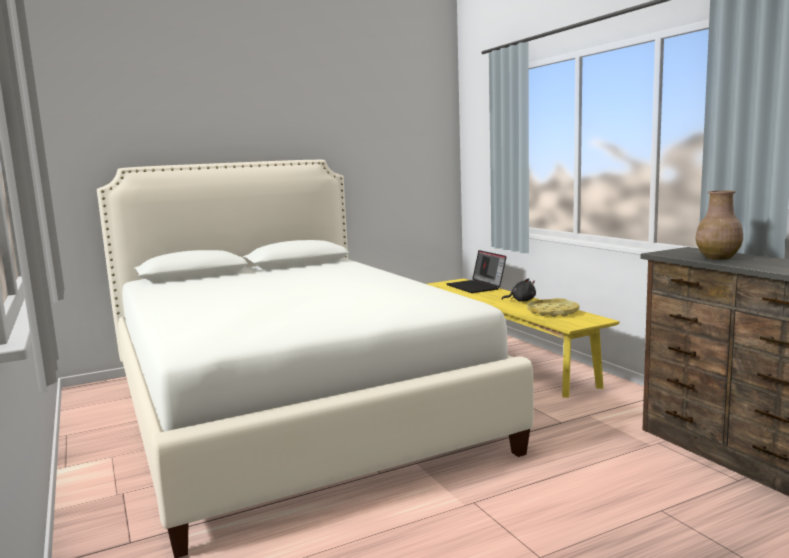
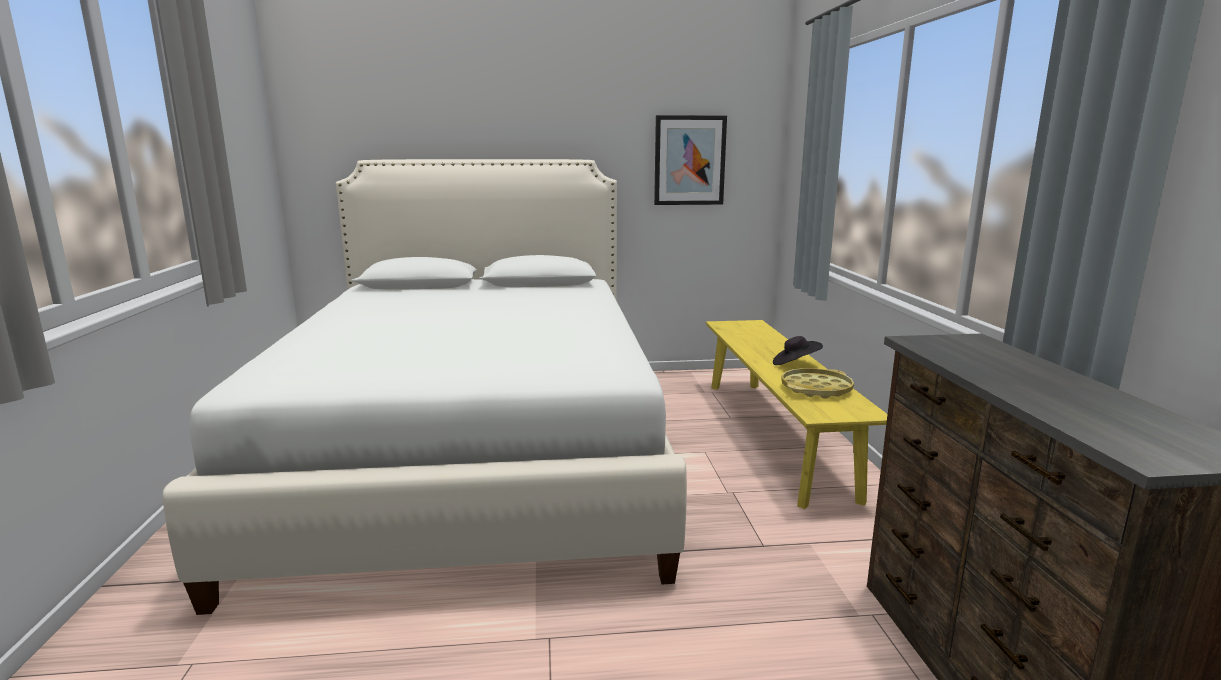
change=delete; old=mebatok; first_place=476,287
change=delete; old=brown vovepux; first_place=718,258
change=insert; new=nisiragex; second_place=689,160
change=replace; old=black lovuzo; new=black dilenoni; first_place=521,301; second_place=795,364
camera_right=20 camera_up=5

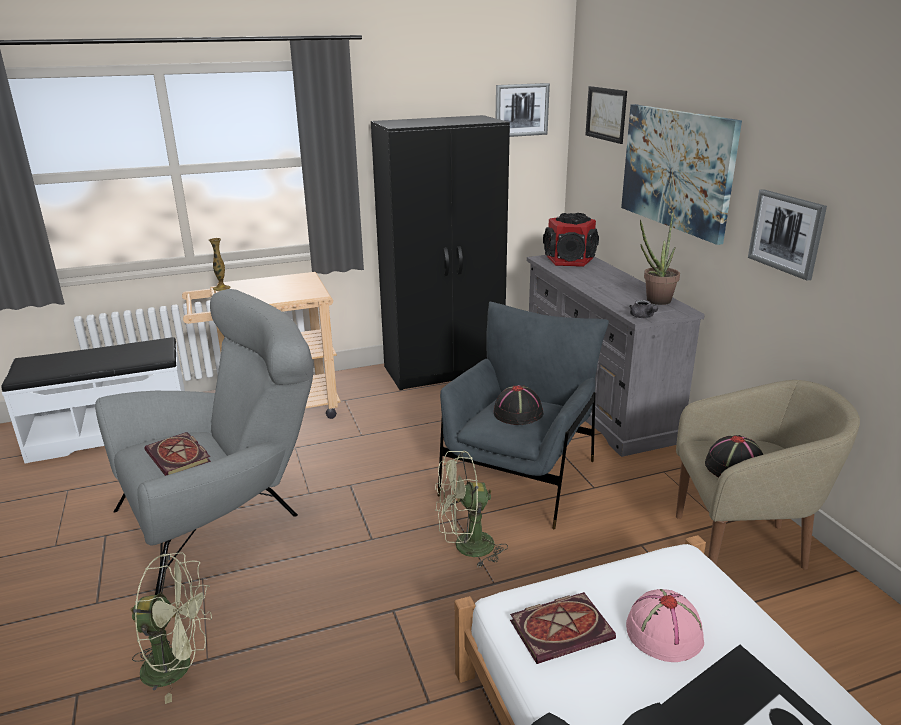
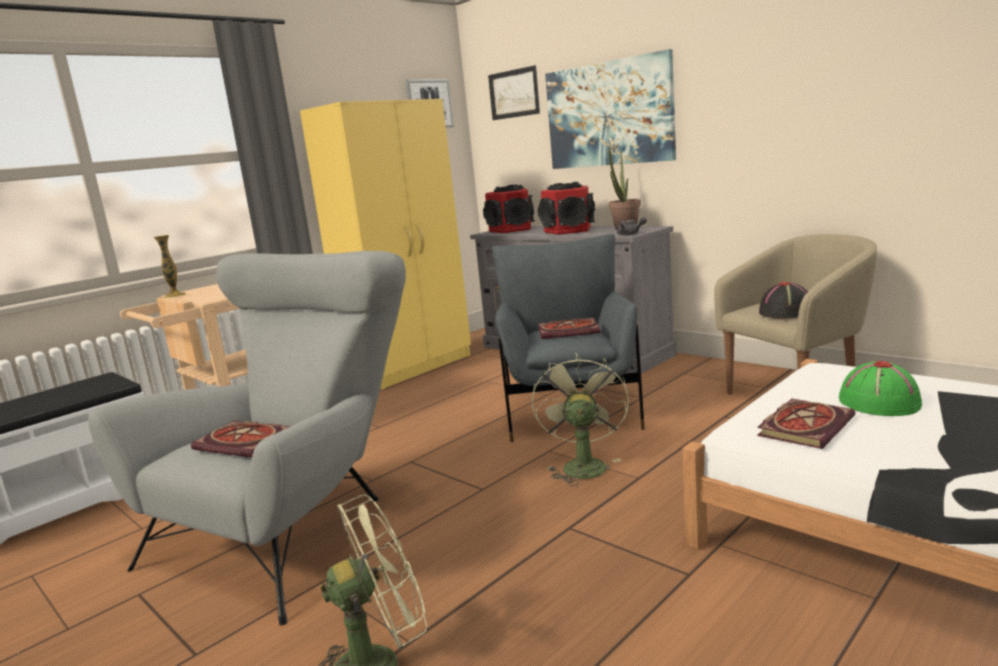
change=delete; old=nisiragex; first_place=786,233
change=insert; new=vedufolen; second_place=569,231
change=replace; old=black dilenoni; new=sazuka; first_place=518,413; second_place=570,331
change=recolor; old=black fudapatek; new=yellow fudapatek; first_place=444,370; second_place=411,367
change=recolor; old=pink dilenoni; new=green dilenoni; first_place=663,631; second_place=878,402
change=rotate; old=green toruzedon; first_place=466,547; second_place=582,465; degrees=135
camera_right=-25 camera_up=-10

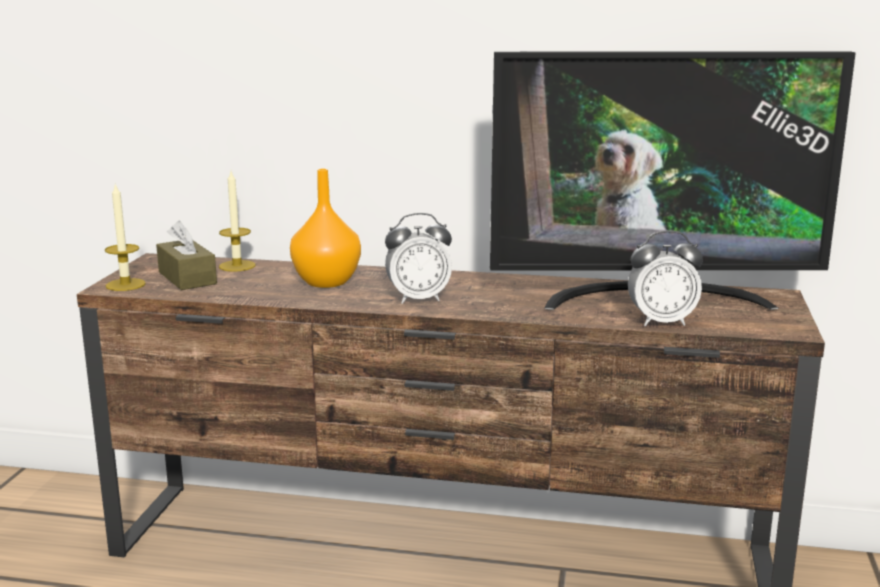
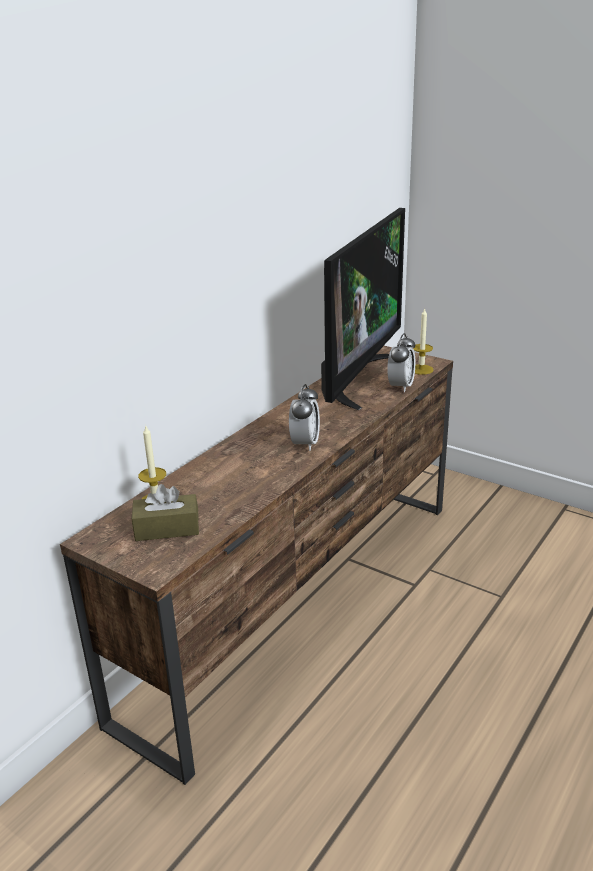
change=delete; old=orange vovepux; first_place=325,282
change=move; old=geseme; first_place=125,285; second_place=421,369
camera_right=-65 camera_up=10

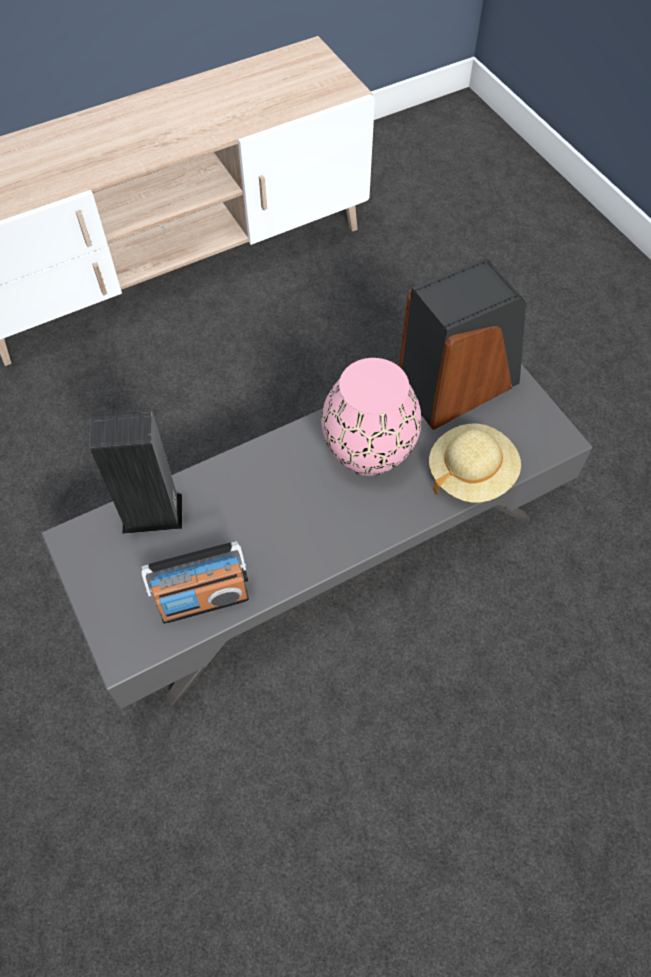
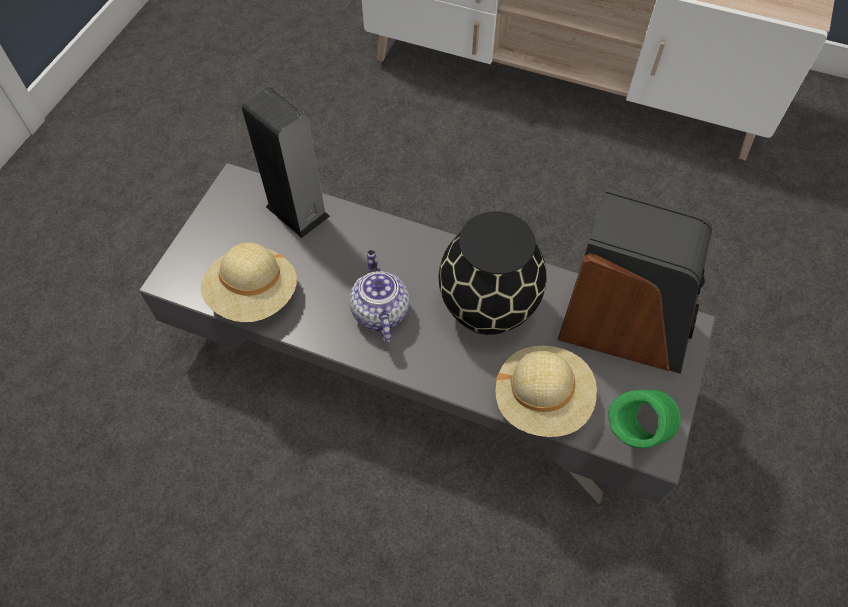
change=insert; new=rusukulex; second_place=379,311
change=insert; new=green vovepux; second_place=633,438
change=replace; old=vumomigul; new=beige dilenoni; first_place=203,600; second_place=254,295
change=recolor; old=pink vovepux; new=black vovepux; first_place=368,452; second_place=486,308
camera_right=50 camera_up=0

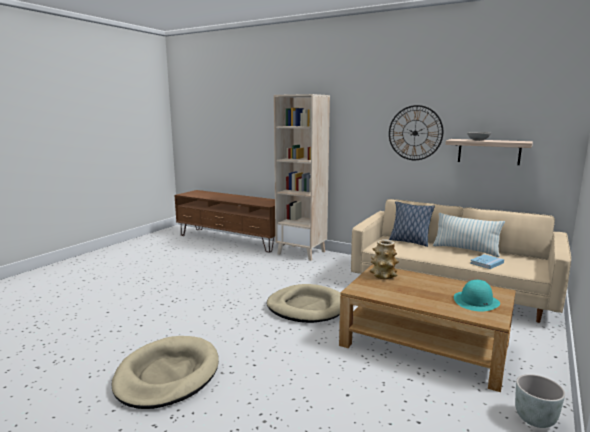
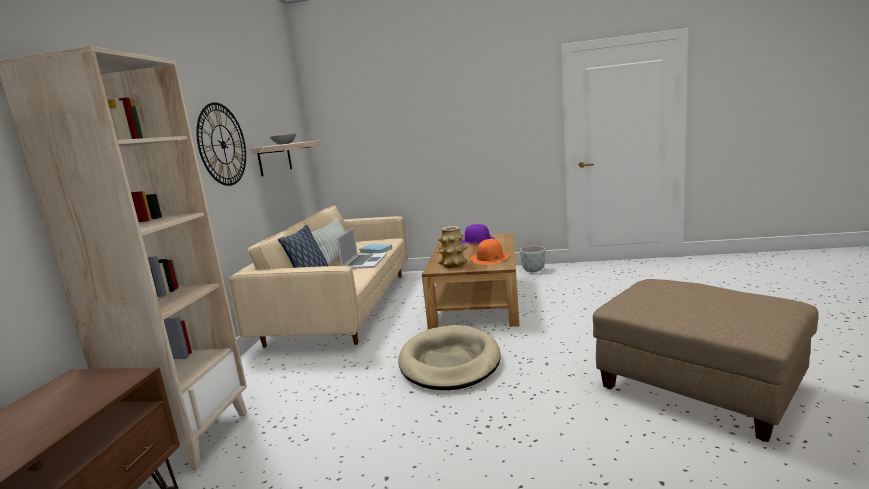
change=insert; new=mebatok; second_place=364,261
change=insert; new=orange dilenoni; second_place=490,258
change=replace; old=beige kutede; new=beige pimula; first_place=167,375; second_place=699,387
change=recolor; old=turquoise dilenoni; new=purple dilenoni; first_place=476,301; second_place=477,240
camera_right=-110 camera_up=0

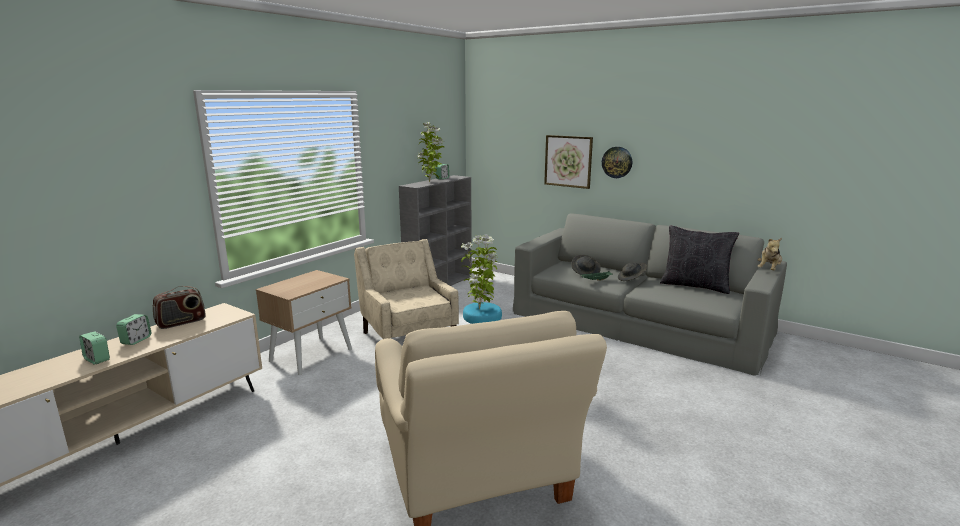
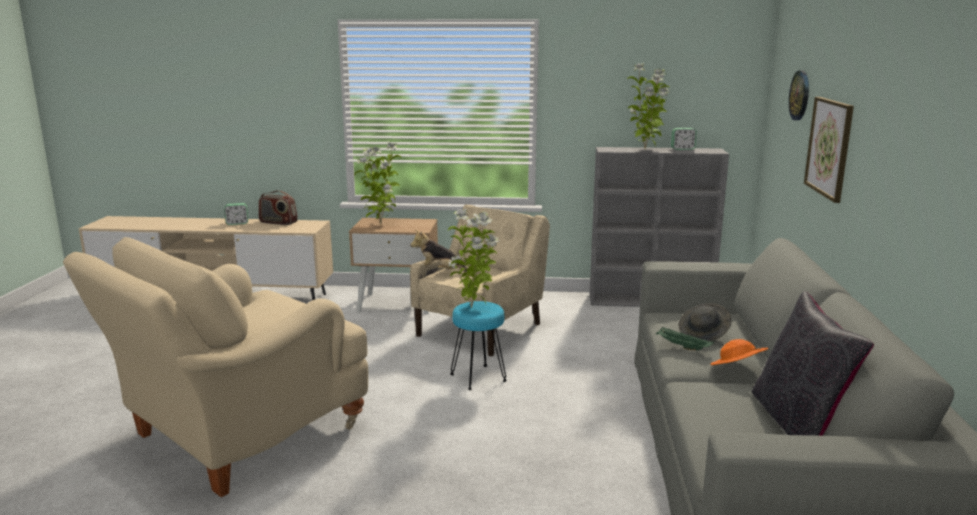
change=delete; old=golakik; first_place=97,359
change=insert; new=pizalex; second_place=380,224
change=move; old=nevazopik; first_place=617,162; second_place=800,95
change=move; old=lovuzo; first_place=769,270; second_place=439,273
change=recolor; old=grey dilenoni; new=orange dilenoni; first_place=631,279; second_place=737,369
camera_right=60 camera_up=0

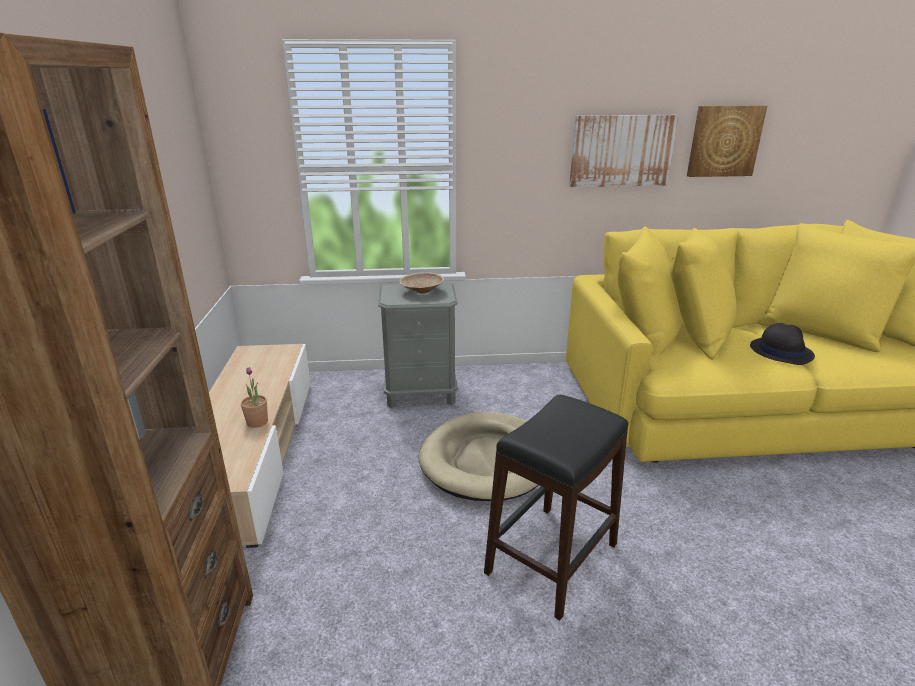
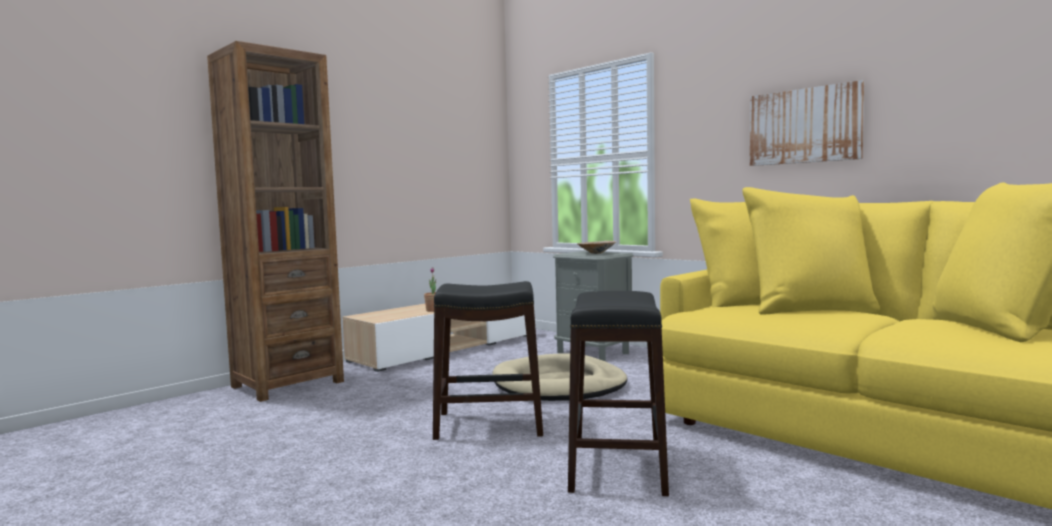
change=delete; old=nisiragex; first_place=724,141
change=delete; old=black dilenoni; first_place=780,351
change=insert; new=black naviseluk; second_place=616,466
camera_right=50 camera_up=-20

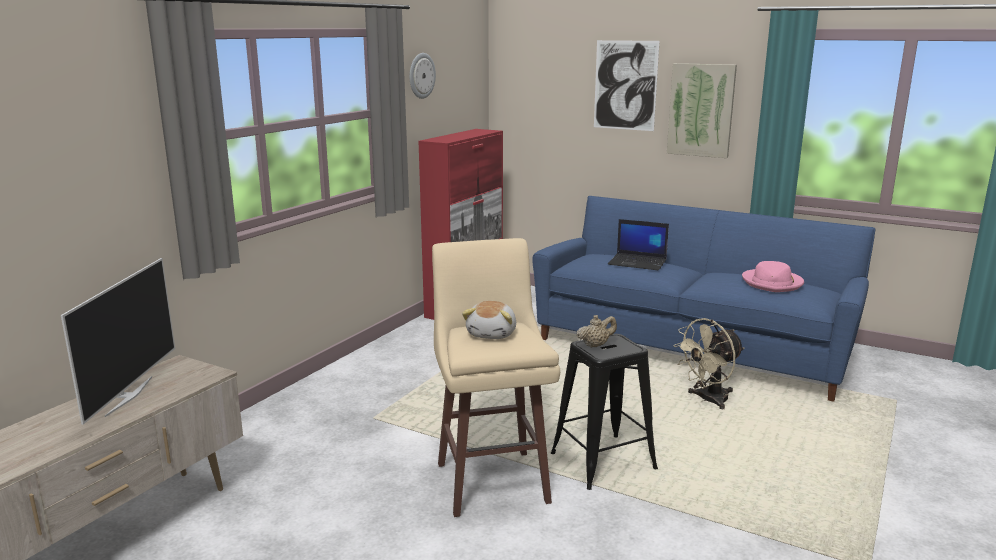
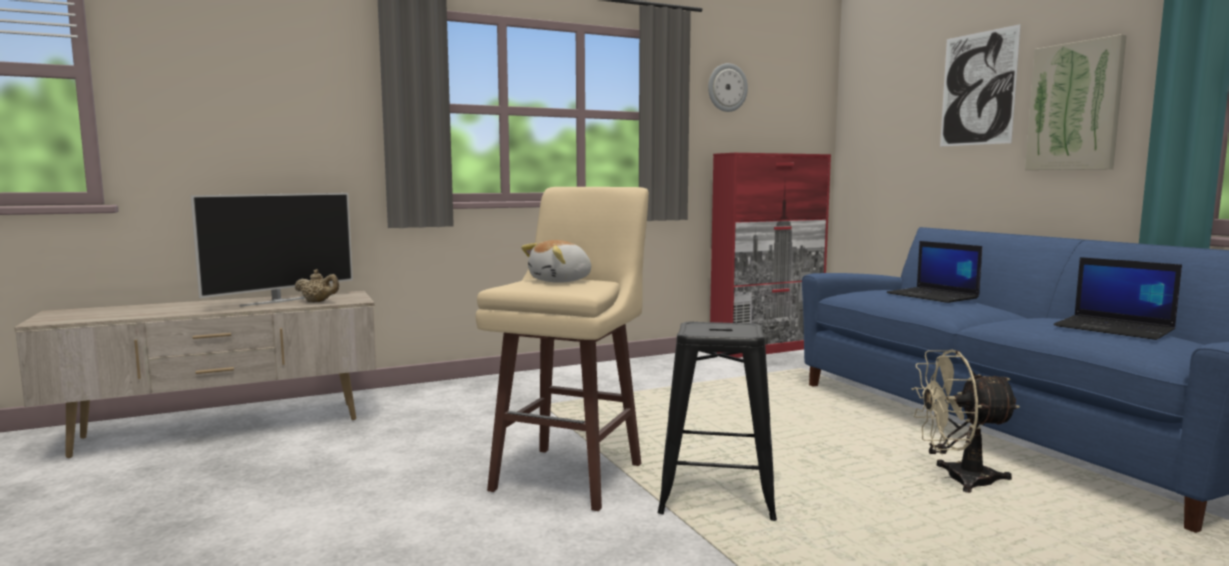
change=move; old=beige rusukulex; first_place=595,345; second_place=318,302
change=replace; old=pink dilenoni; new=mebatok; first_place=772,283; second_place=1115,328
camera_right=35 camera_up=-10

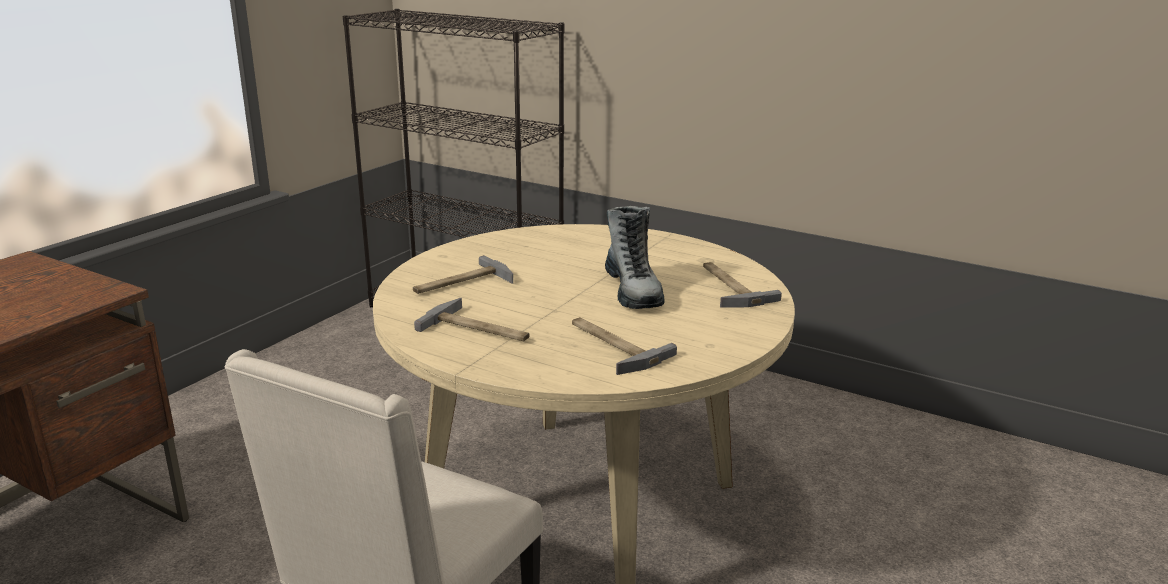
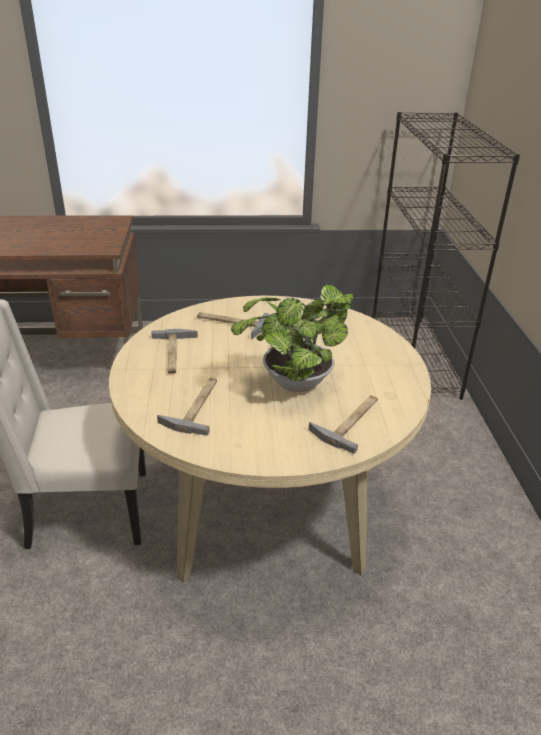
change=replace; old=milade; new=pizalex; first_place=633,291; second_place=292,384
camera_right=55 camera_up=10

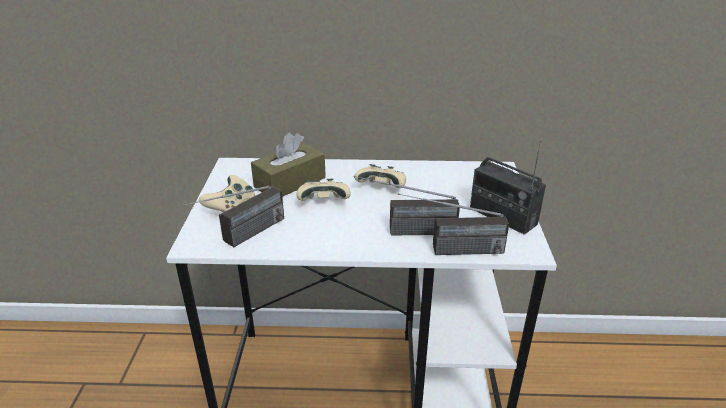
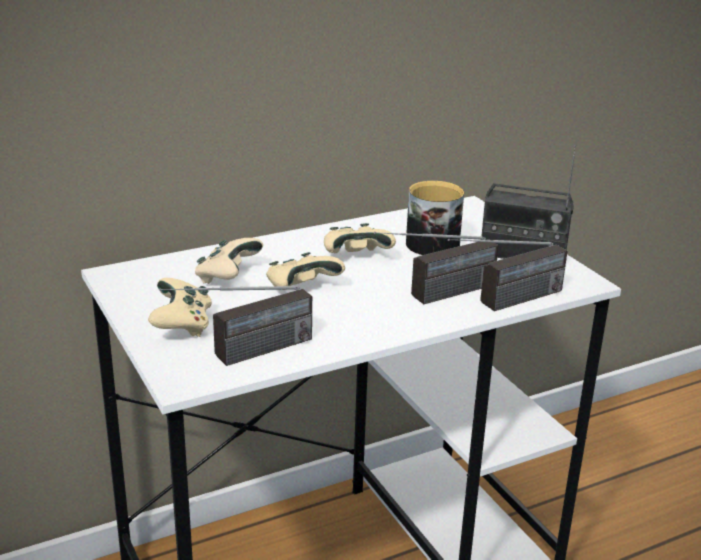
change=insert; new=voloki; second_place=431,241
change=replace; old=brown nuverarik; new=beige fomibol; first_place=290,182; second_place=228,277
change=rotate; old=vumomigul; first_place=241,238; second_place=241,355; degrees=45
camera_right=-30 camera_up=-5

